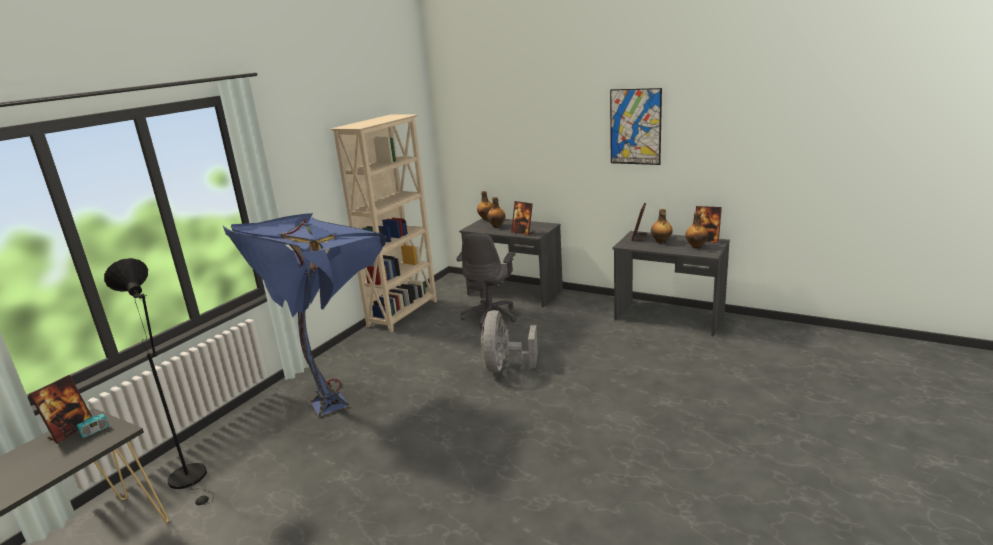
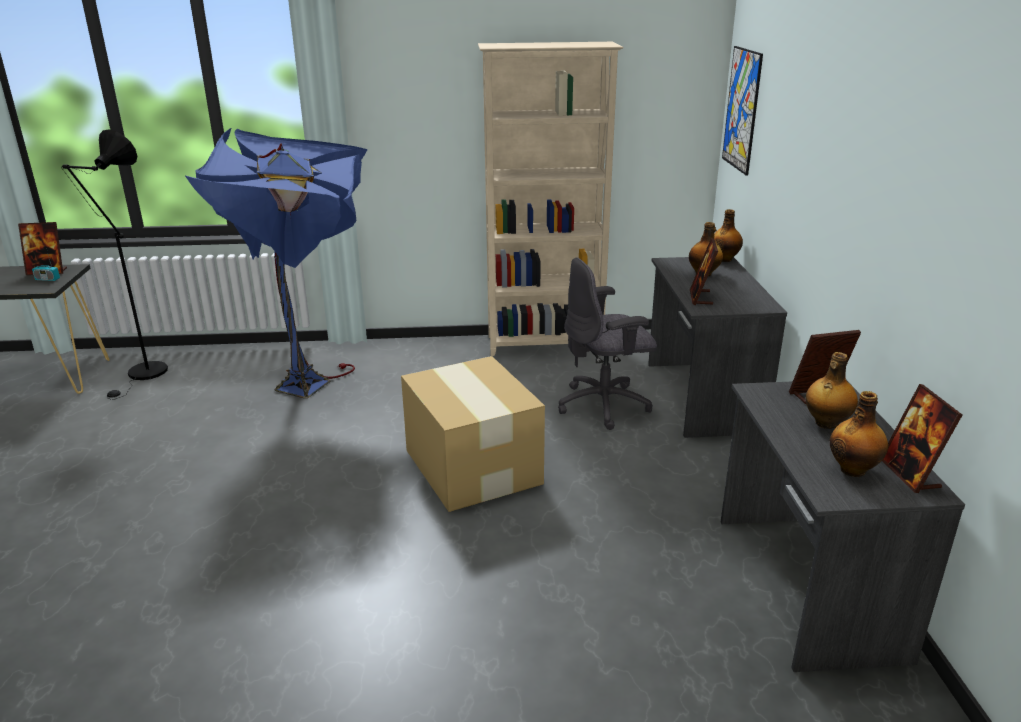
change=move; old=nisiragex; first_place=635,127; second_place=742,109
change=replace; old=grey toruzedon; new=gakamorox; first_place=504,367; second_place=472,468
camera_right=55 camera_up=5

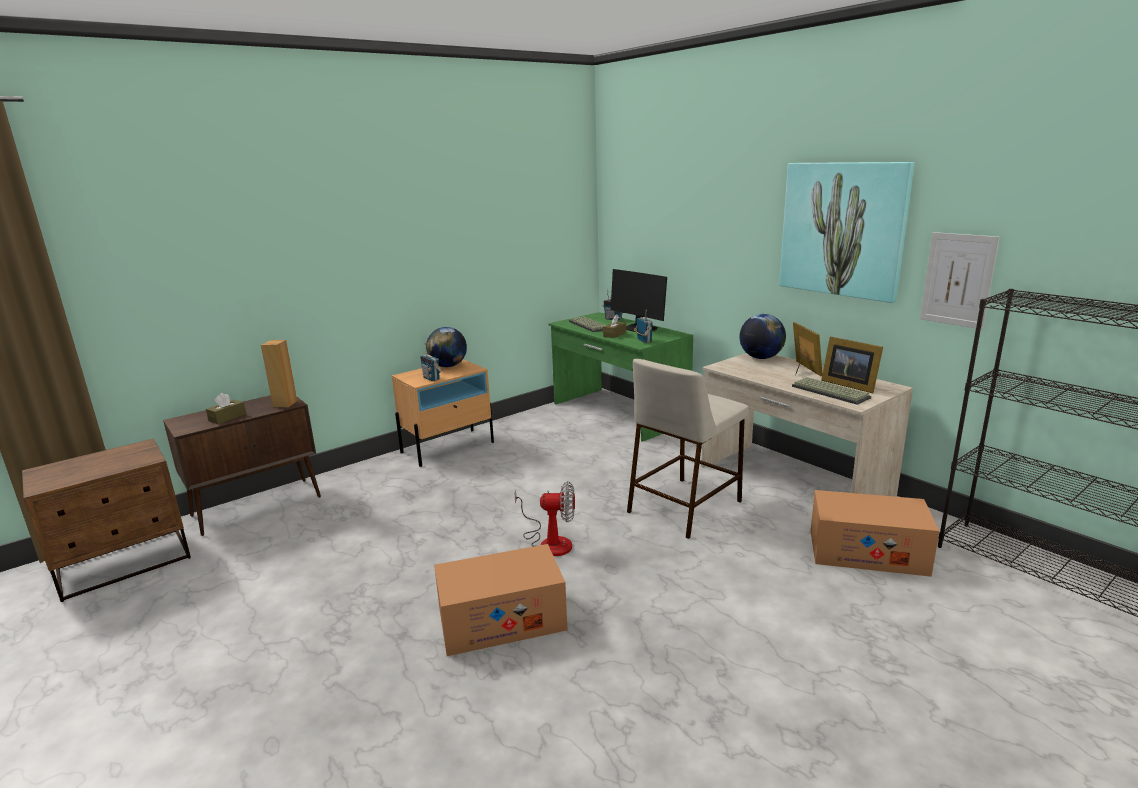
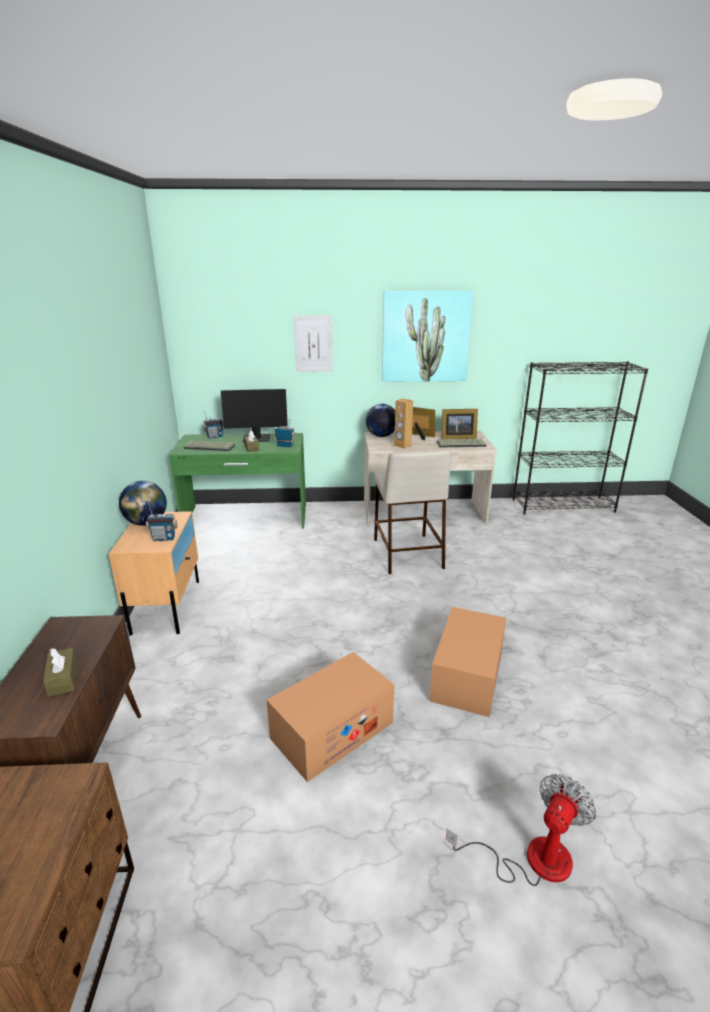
change=move; old=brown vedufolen; first_place=284,404; second_place=402,445
change=move; old=toruzedon; first_place=549,541; second_place=531,859
change=move; old=gakamorox; first_place=867,552; second_place=332,730
change=move; old=nisiragex; first_place=958,280; second_place=313,344
camera_right=-55 camera_up=5

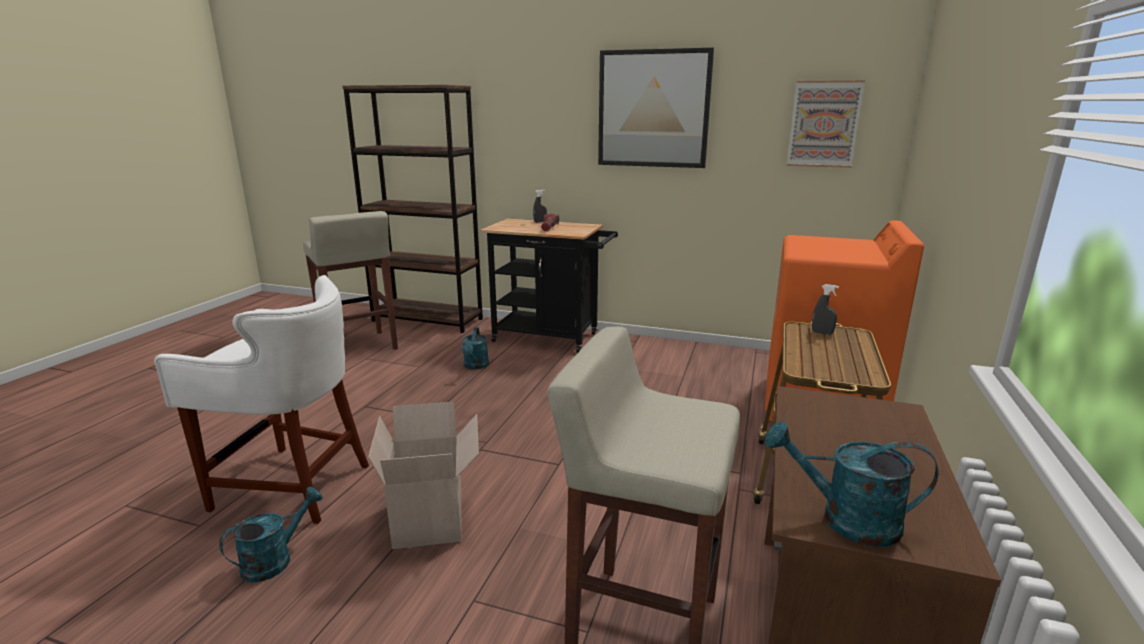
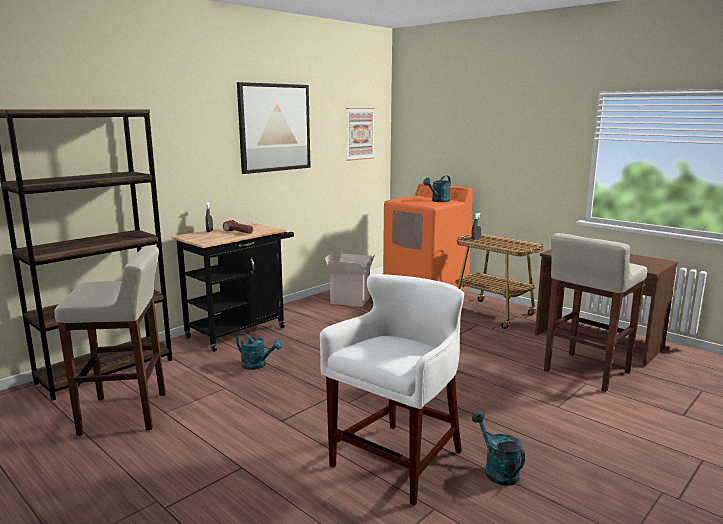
change=move; old=gakamorox; first_place=432,520; second_place=351,300
change=move; old=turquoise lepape; first_place=845,520; second_place=438,201
camera_right=-65 camera_up=-5

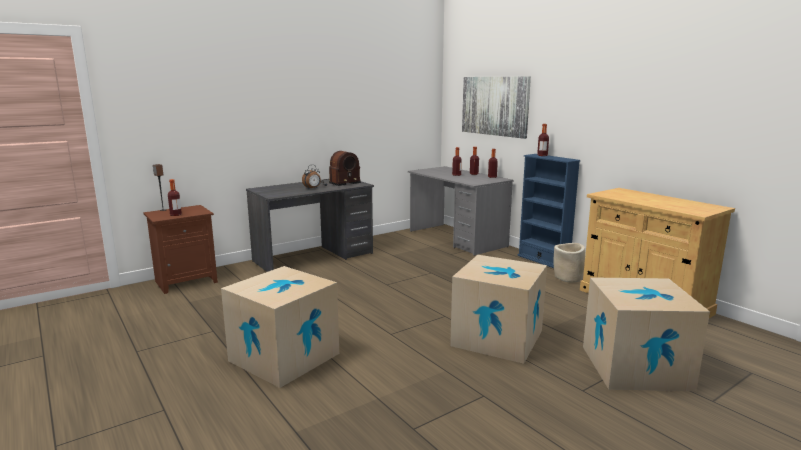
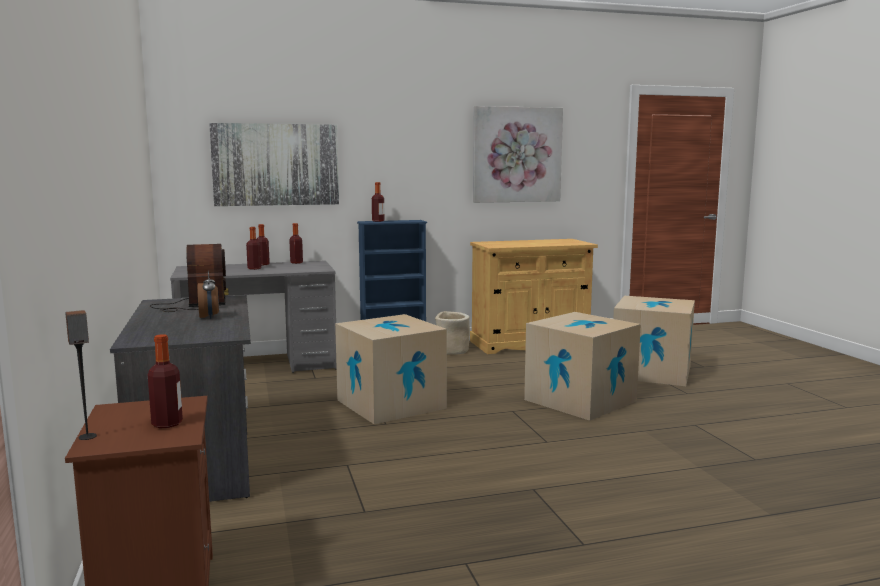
change=insert; new=nisiragex; second_place=517,155
change=move; old=gakamorox; first_place=284,357; second_place=391,404
camera_right=-70 camera_up=-5

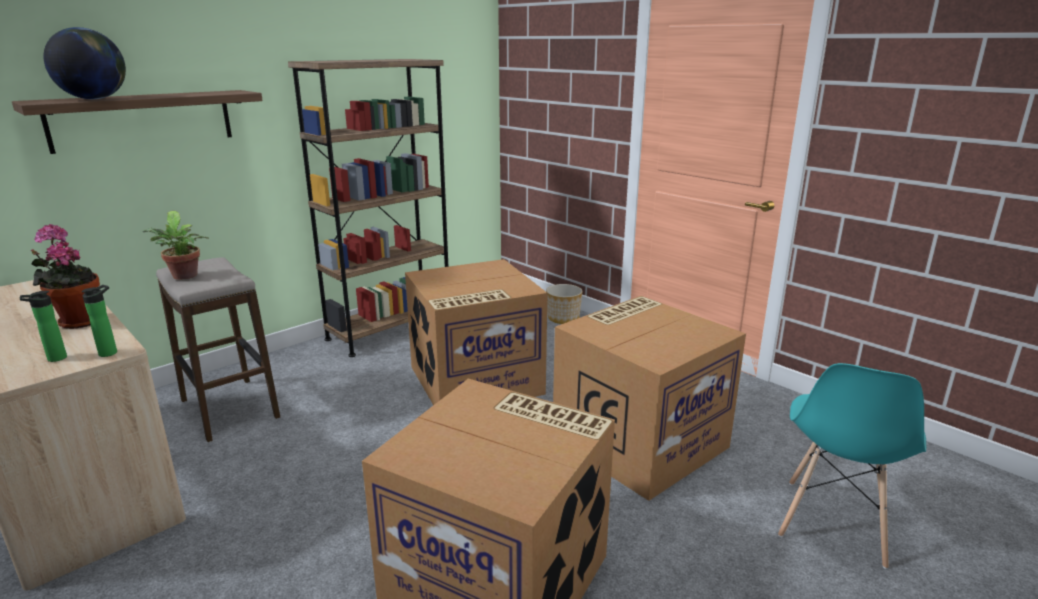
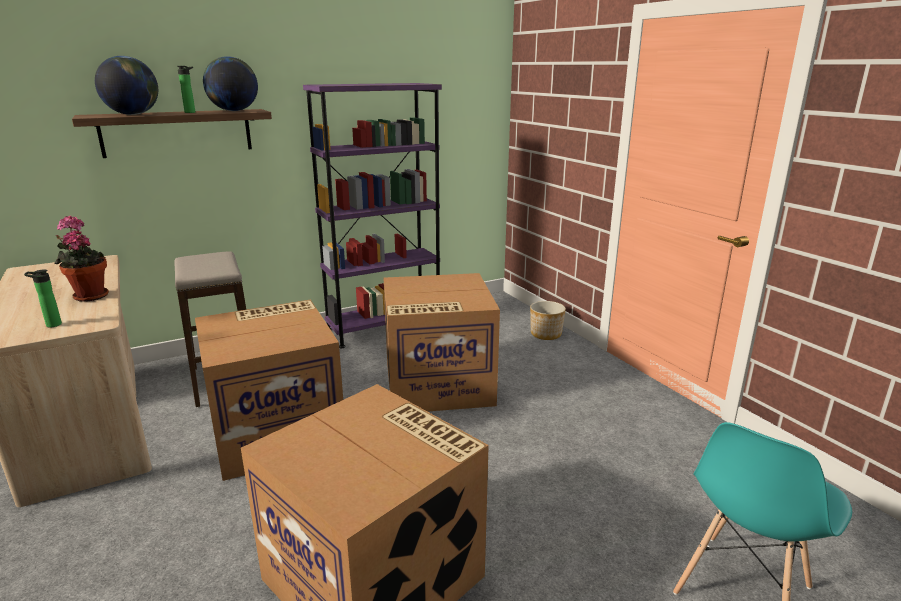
change=delete; old=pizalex; first_place=184,277
change=insert; new=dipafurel; second_place=234,111
change=move; old=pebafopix; first_place=111,352; second_place=191,112
change=move; old=gakamorox; first_place=639,441; second_place=278,430
change=recolor; old=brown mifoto; new=purple mifoto; first_place=390,330; second_place=384,328
camera_right=15 camera_up=0

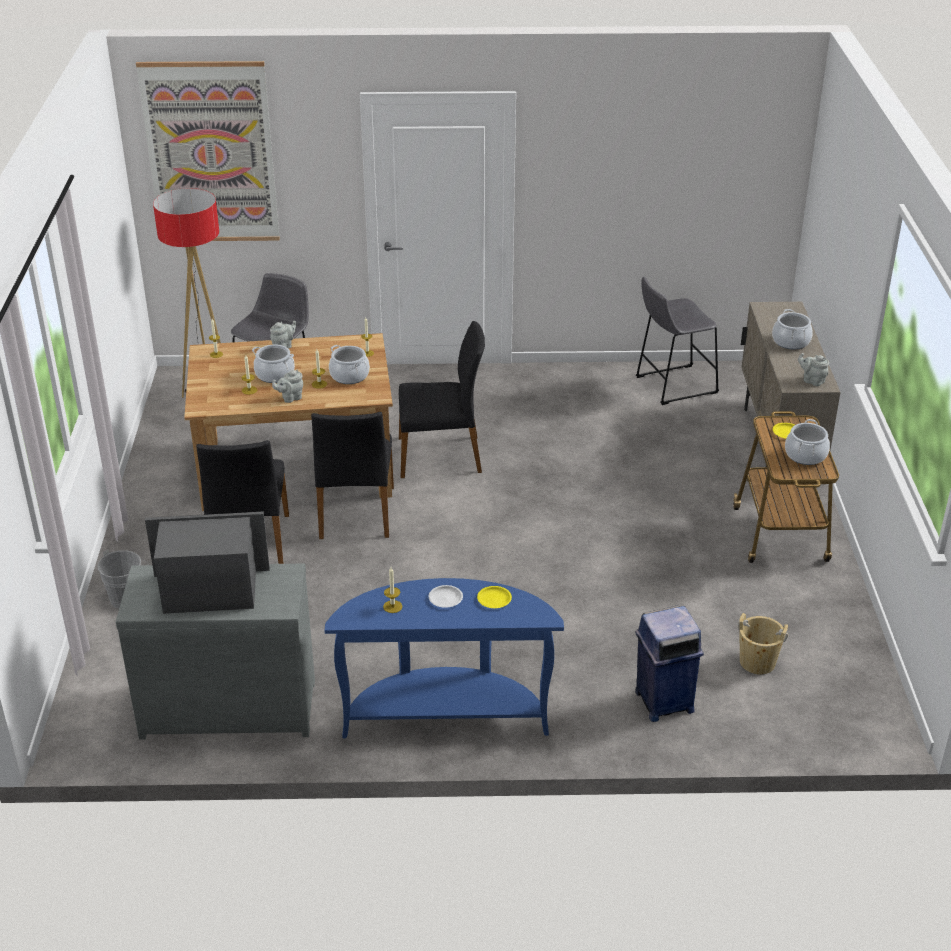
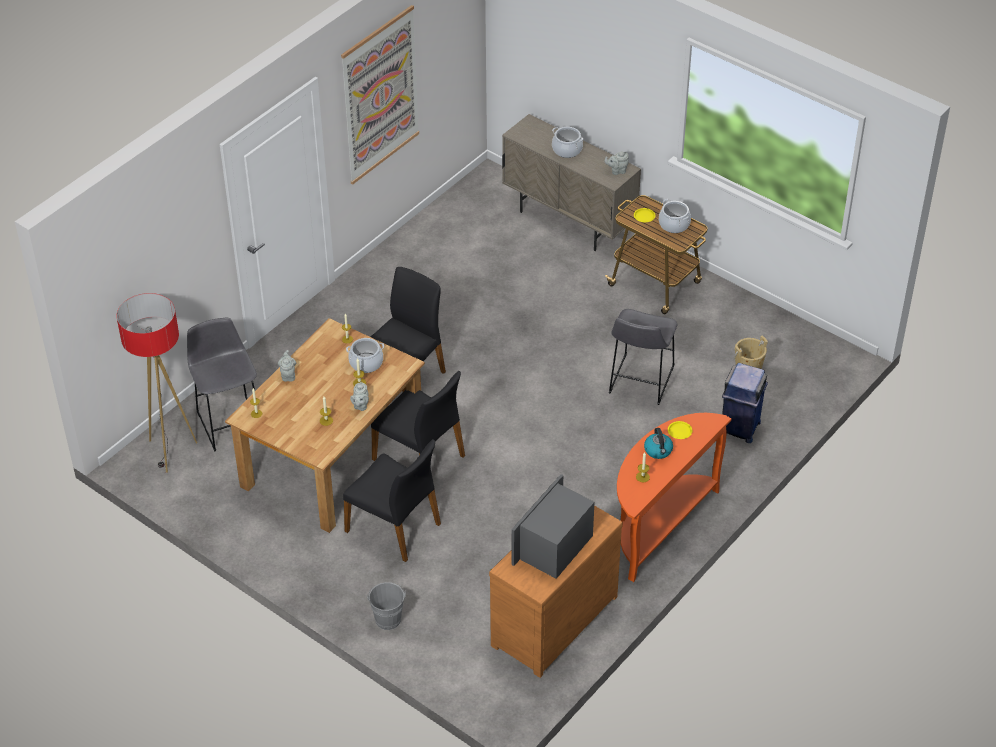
change=delete; old=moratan; first_place=275,375
change=move; old=nisiragex; first_place=210,153; second_place=380,95
change=move; old=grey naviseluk; first_place=672,385; second_place=639,382
change=replace; old=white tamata; new=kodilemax; first_place=446,598; second_place=658,451
change=recolor; old=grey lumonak; new=brown lumonak; first_place=228,705; second_place=551,620
change=recolor; old=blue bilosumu; new=orange bilosumu; first_place=446,714; second_place=659,525
camera_right=-50 camera_up=10

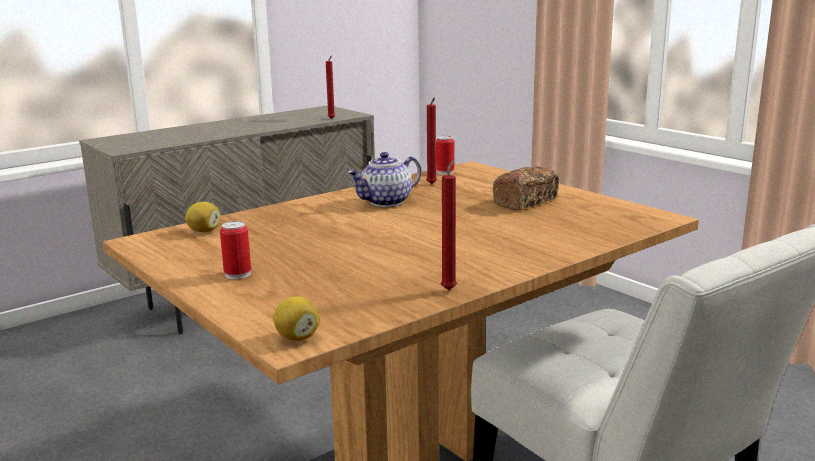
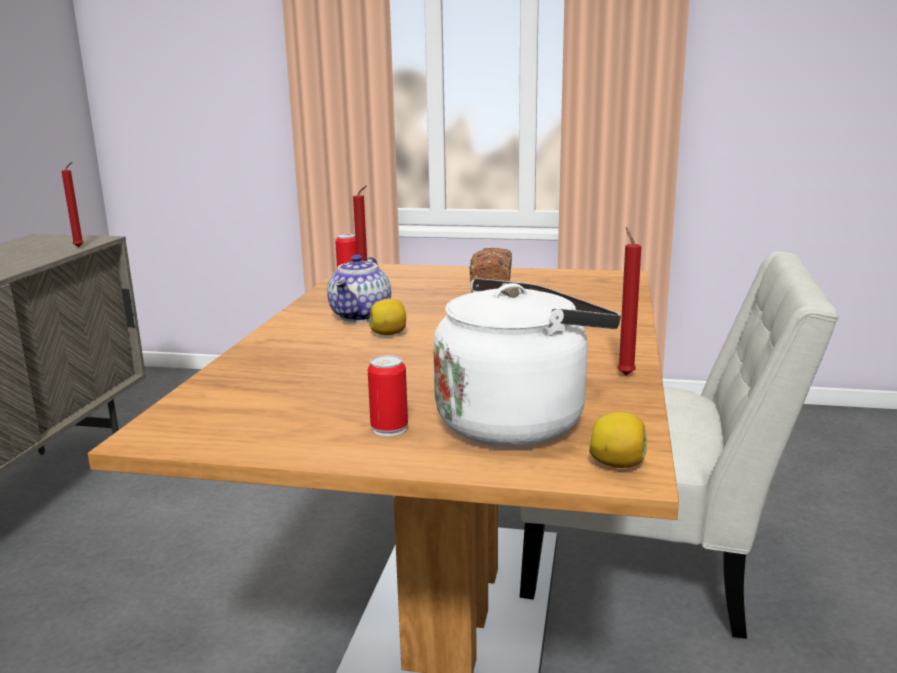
change=insert; new=white kodilemax; second_place=517,421
change=move; old=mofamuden; first_place=204,231; second_place=389,334
camera_right=-40 camera_up=0

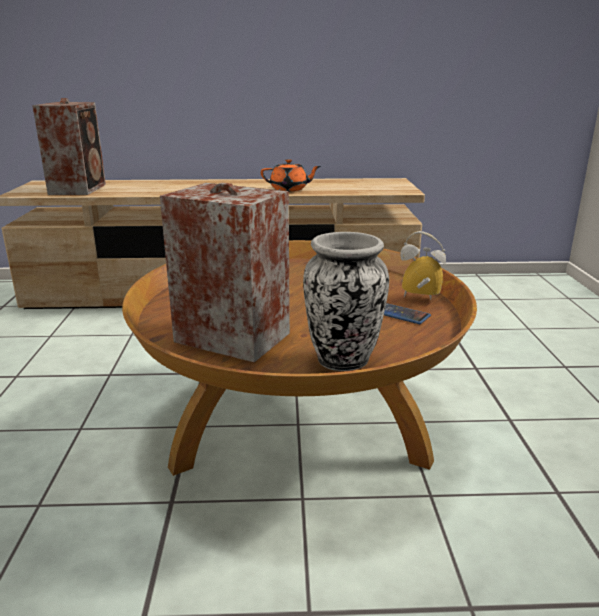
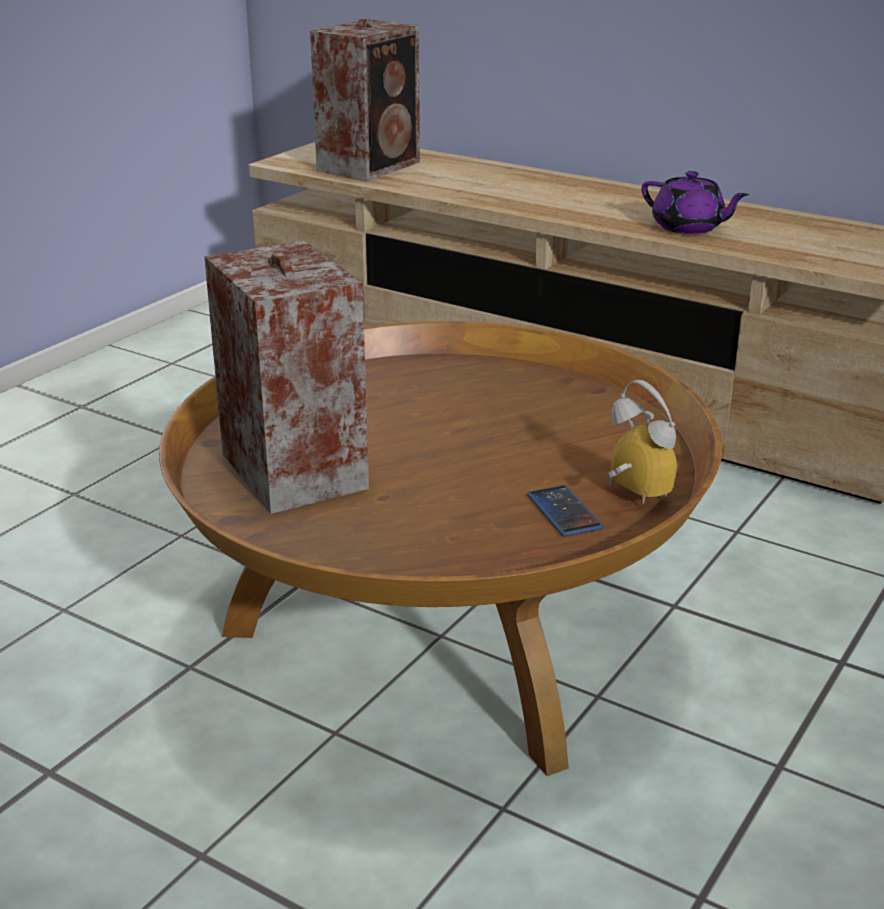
change=delete; old=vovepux; first_place=343,361
change=recolor; old=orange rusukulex; new=purple rusukulex; first_place=290,189; second_place=688,227
camera_right=35 camera_up=5

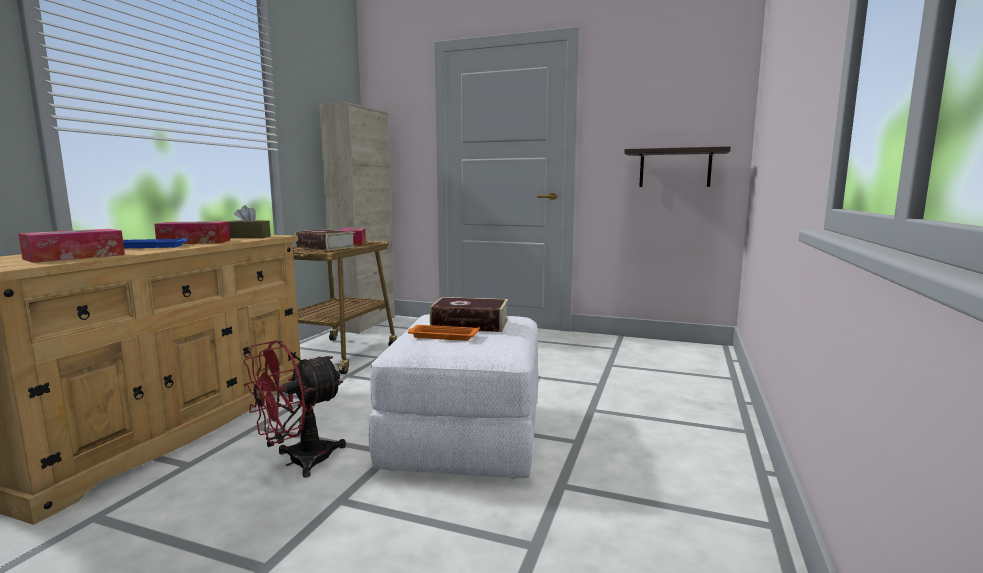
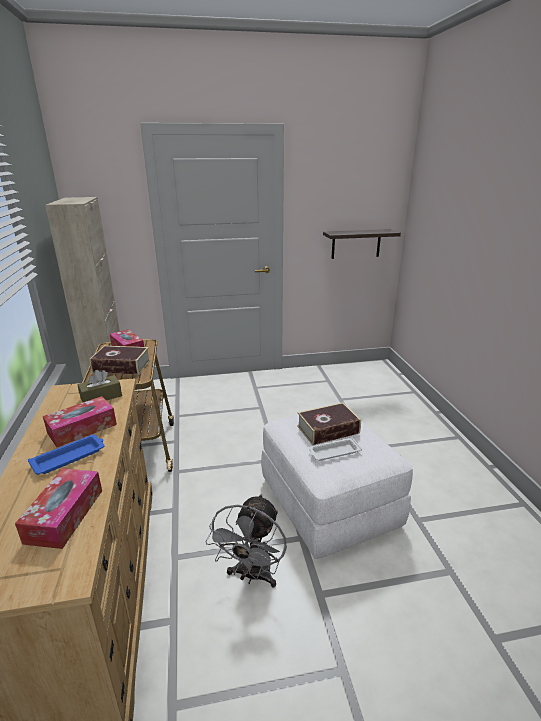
change=recolor; old=red toruzedon; new=grey toruzedon; first_place=298,462; second_place=252,575
change=recolor; old=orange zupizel; new=white zupizel; first_place=442,336; second_place=333,452
camera_right=-30 camera_up=15

